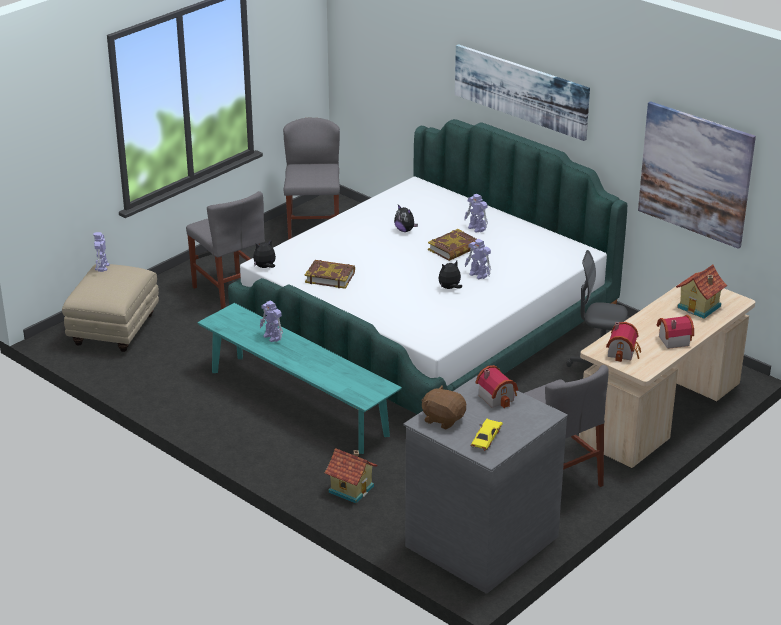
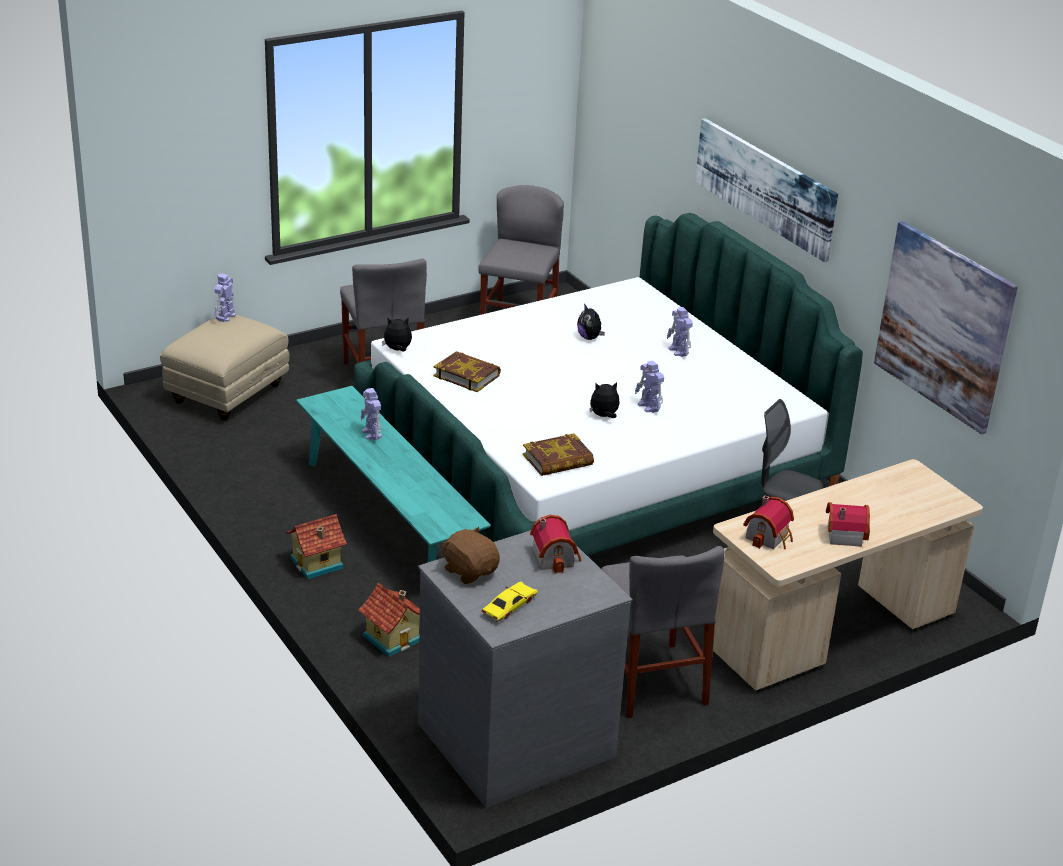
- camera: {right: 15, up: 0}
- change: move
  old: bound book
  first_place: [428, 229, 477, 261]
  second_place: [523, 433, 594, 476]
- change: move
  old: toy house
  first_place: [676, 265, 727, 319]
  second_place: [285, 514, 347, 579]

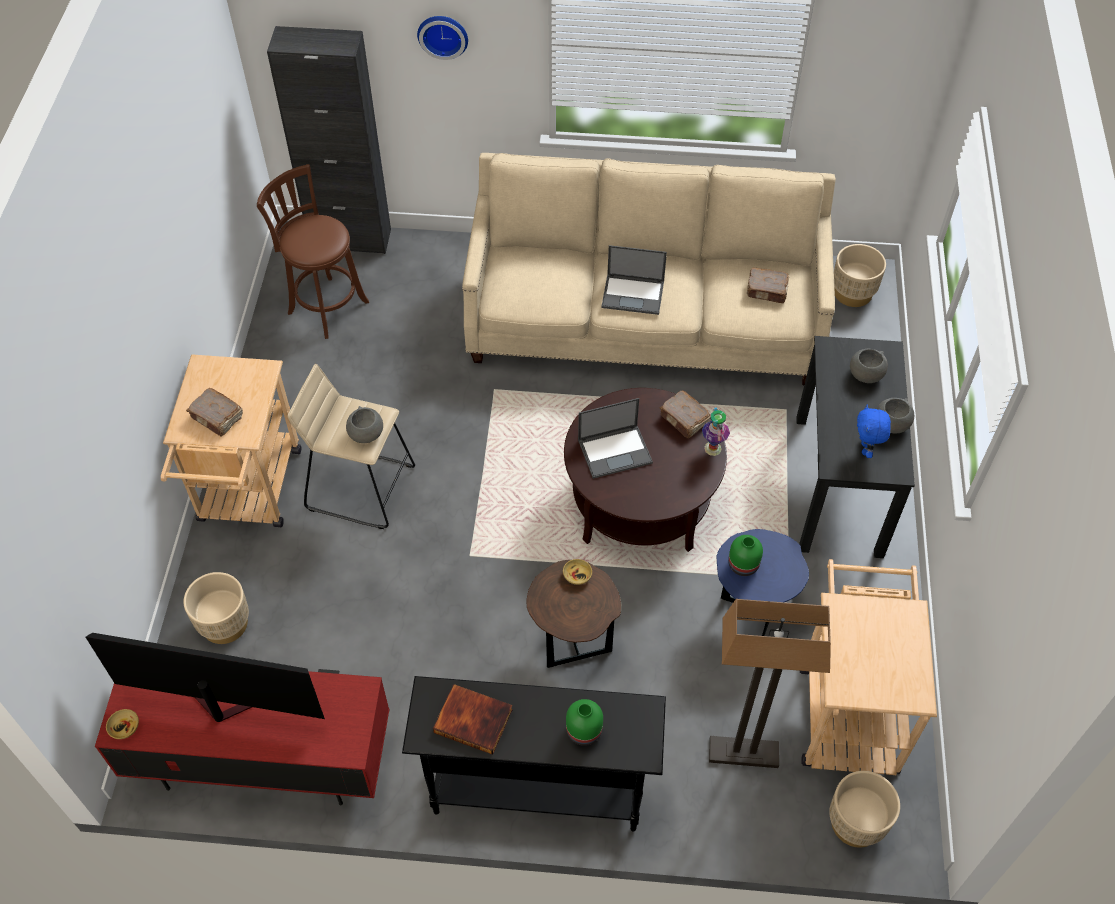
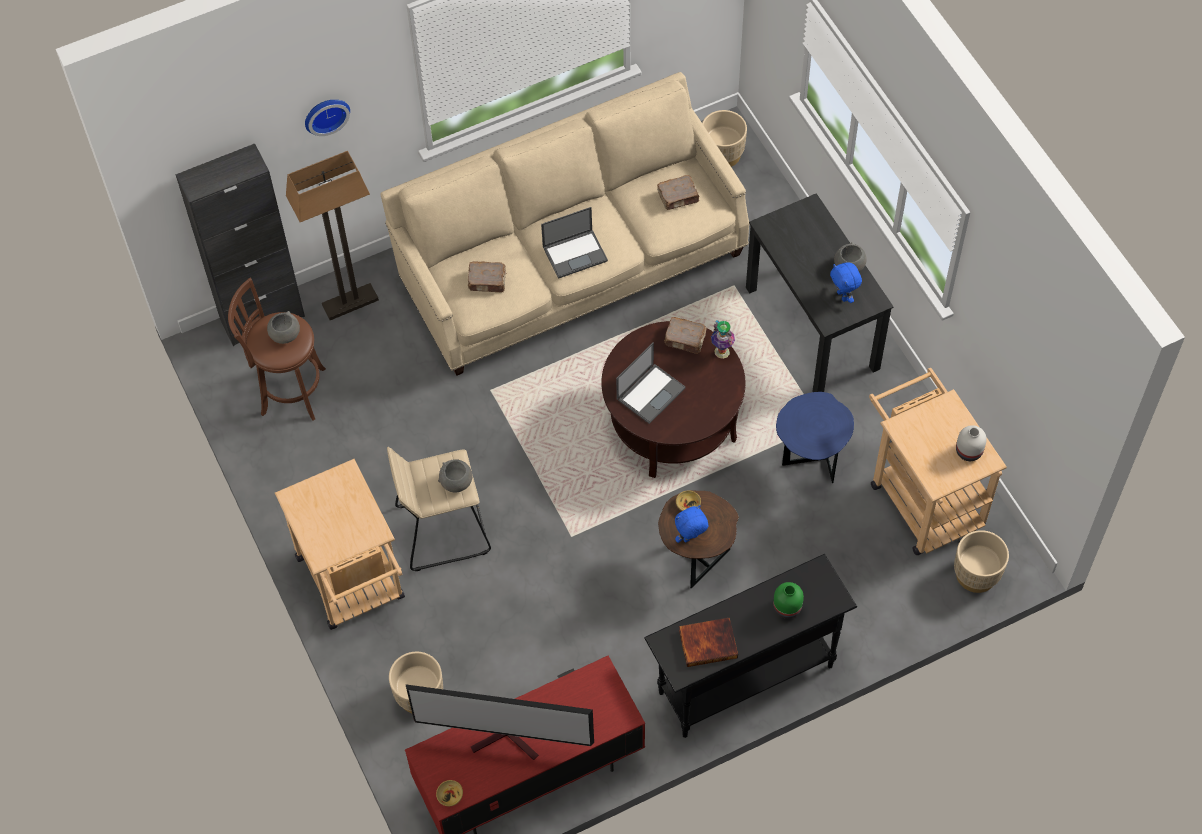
- camera: {right: -30, up: 5}
- change: move
  old: greyish bowl
  first_place: [850, 349, 888, 383]
  second_place: [267, 311, 300, 344]
- change: move
  old: brown-coloured bound book
  first_place: [186, 388, 243, 437]
  second_place: [468, 261, 506, 292]
- change: delete
  old: greenish decorative vase
  first_place: [728, 535, 763, 576]
- change: move
  old: floor lamp
  first_place: [709, 599, 831, 768]
  second_place: [286, 151, 379, 320]
- change: rotate
  old: TV
  first_place: [86, 633, 325, 722]
  second_place: [405, 684, 594, 760]
  degrees: -150
- change: insert
  new: white-coloured decorative vase
  second_place: [956, 425, 987, 461]
- change: insert
  new: blue-coloured cuddly toy
  second_place: [675, 505, 708, 543]

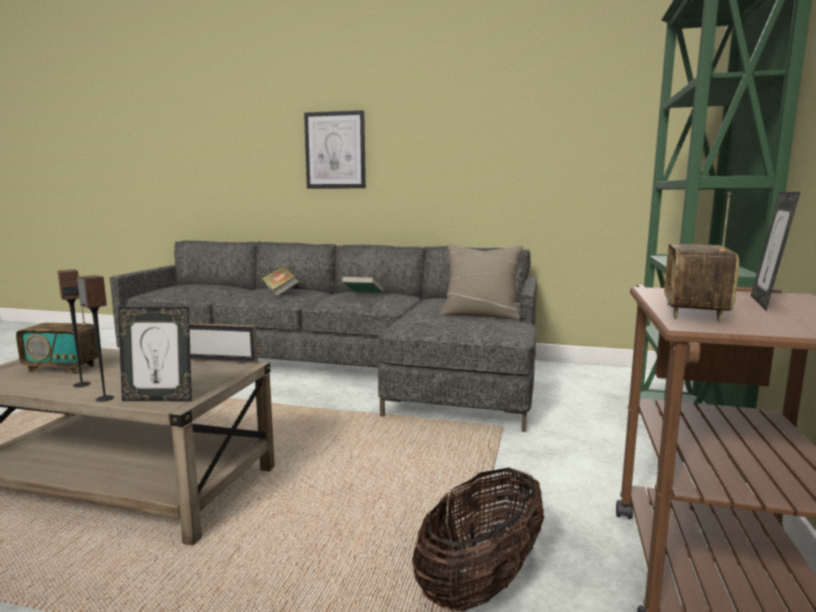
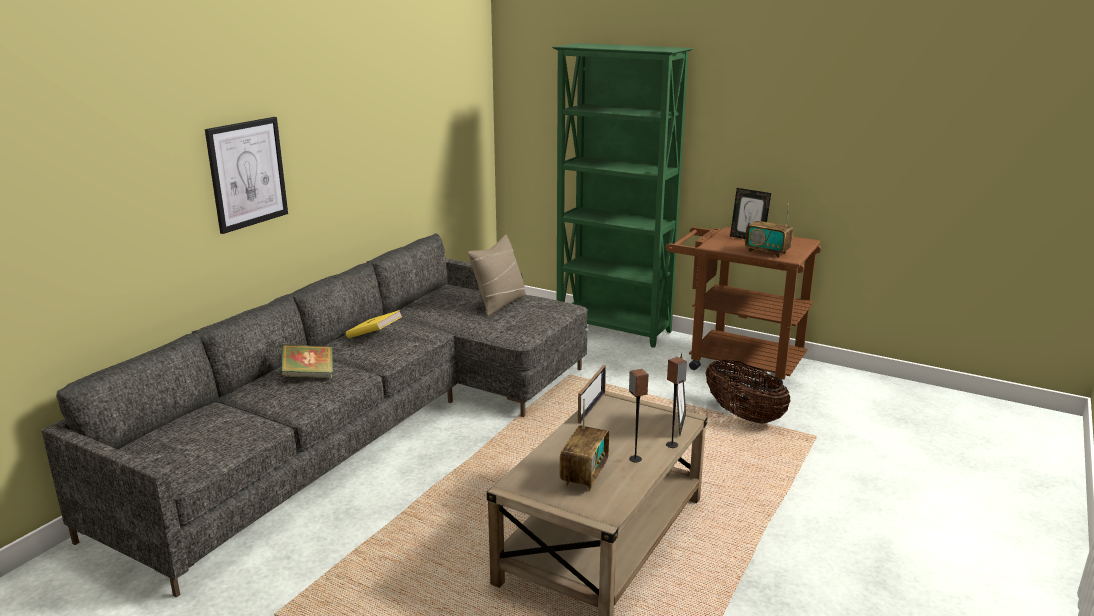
- camera: {right: -75, up: 10}
- change: recolor
  old: greenish bound book
  new: yellow bound book
  first_place: [341, 276, 384, 293]
  second_place: [346, 310, 403, 338]

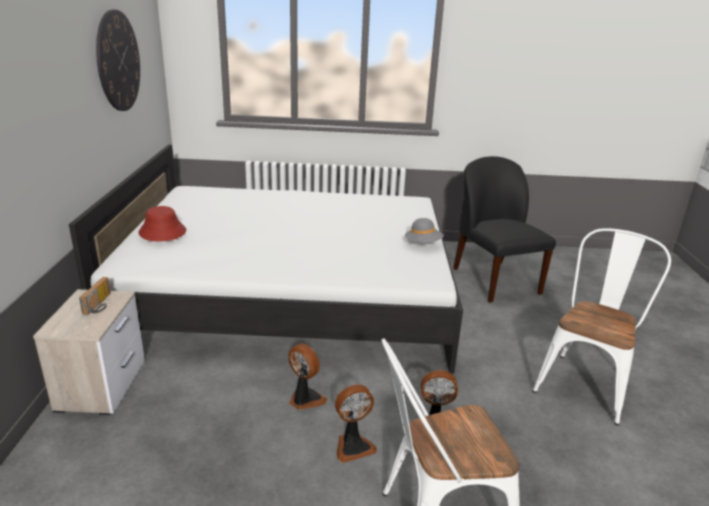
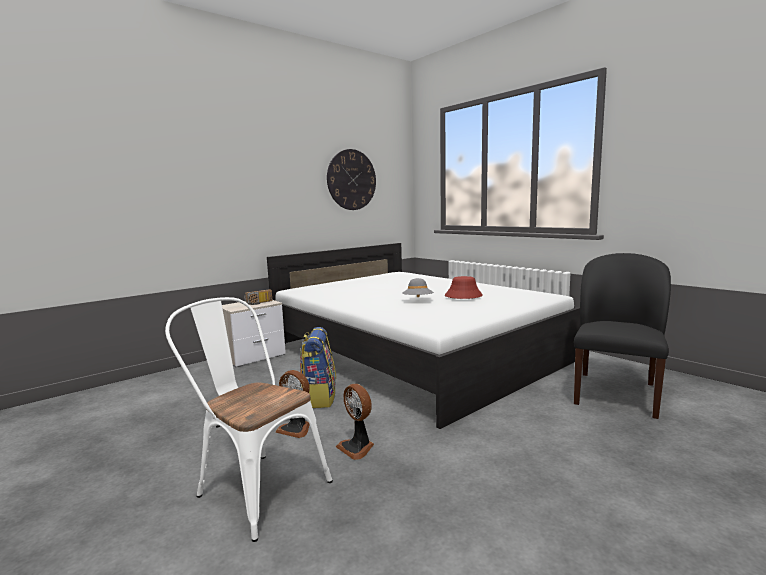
- camera: {right: 50, up: -15}
- change: move
  old: red-coloured clothing hat
  first_place: [139, 206, 186, 242]
  second_place: [445, 276, 483, 299]
- change: move
  old: greyish clothing hat
  first_place: [405, 218, 444, 243]
  second_place: [402, 278, 434, 297]
- change: delete
  old: white-coloured chair
  first_place: [533, 228, 671, 425]
- change: replace
  old: cooling fan
  new: knapsack
  first_place: [288, 343, 327, 410]
  second_place: [300, 327, 336, 408]

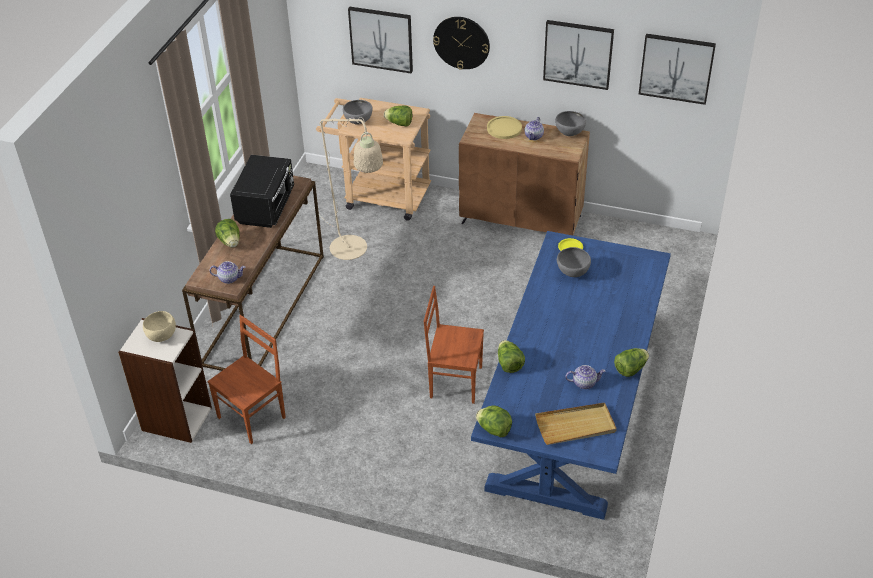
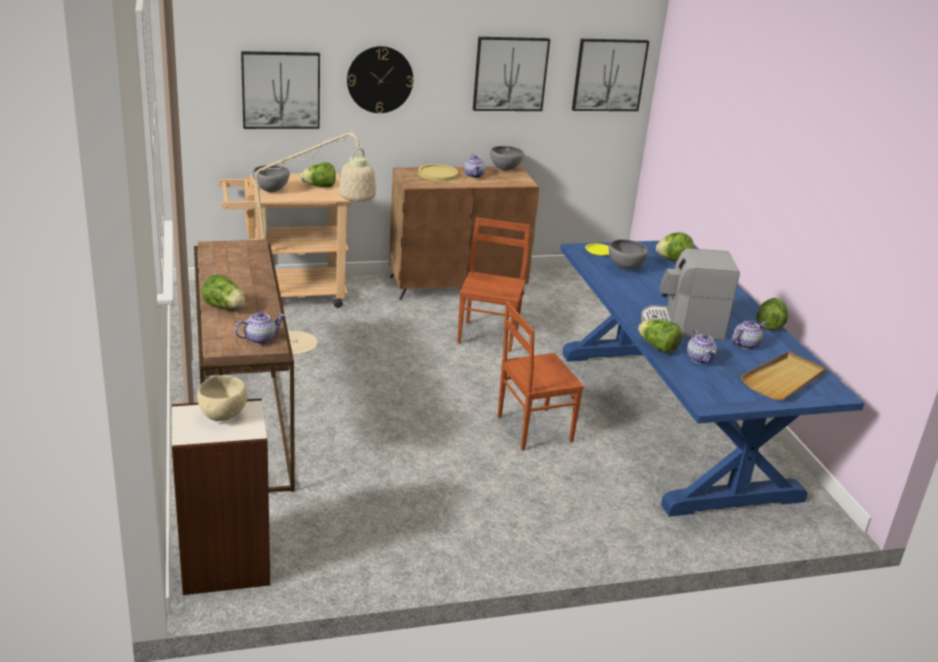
- camera: {right: -35, up: -15}
- change: delete
  old: black kitchen microwave
  first_place: [230, 155, 294, 228]
- change: move
  old: brown-coloured chair
  first_place: [207, 315, 286, 444]
  second_place: [457, 217, 530, 352]
- change: move
  old: head of lettuce
  first_place: [476, 406, 512, 437]
  second_place: [656, 232, 694, 261]
- change: insert
  new: coffee maker
  second_place: [641, 248, 740, 340]
- change: insert
  new: tea pot
  second_place: [687, 330, 717, 364]

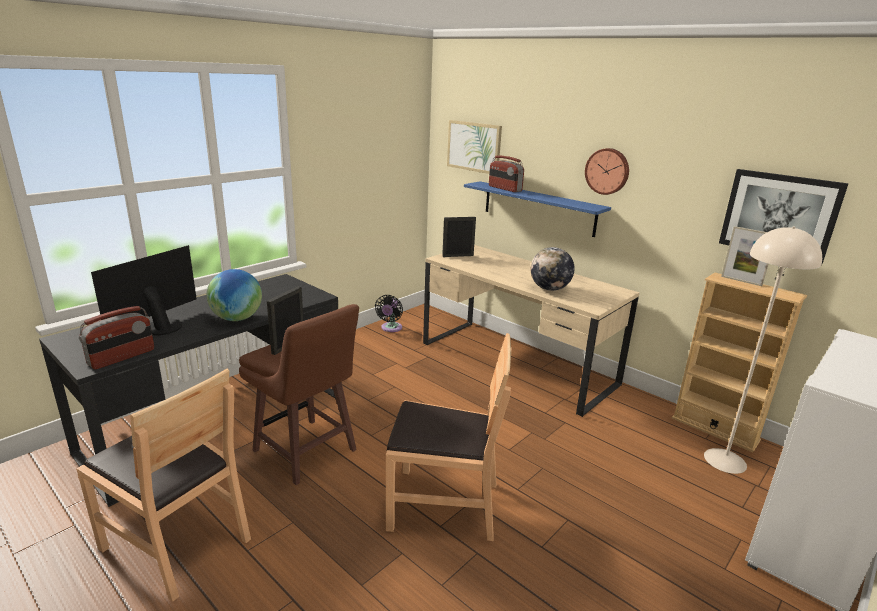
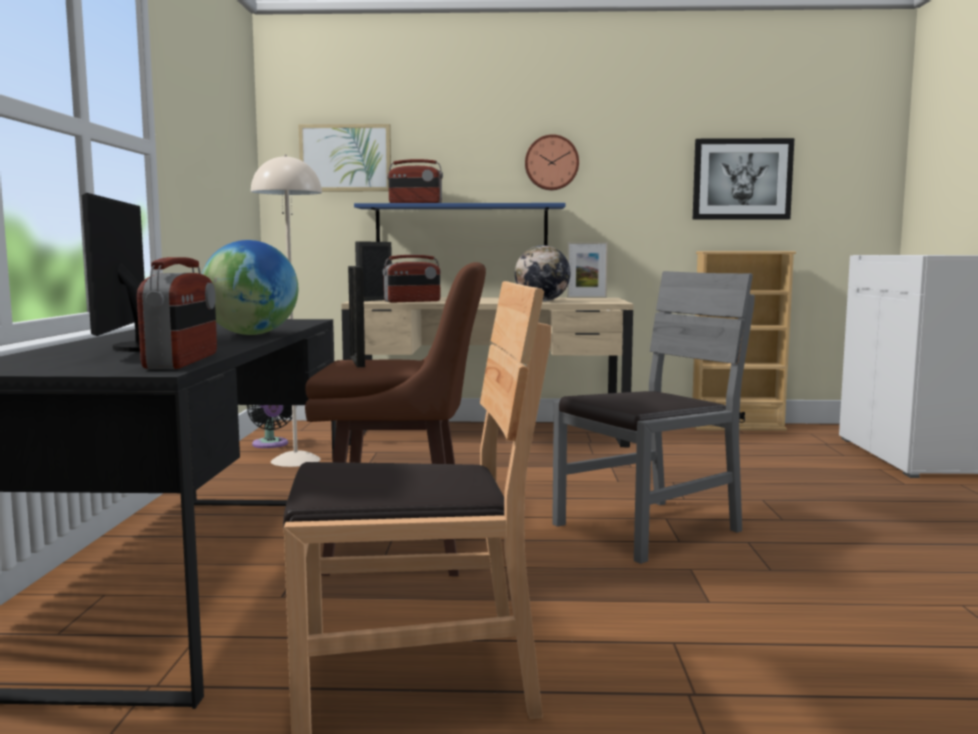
- camera: {right: -40, up: -15}
- change: move
  old: beige-coloured floor lamp
  first_place: [704, 226, 822, 474]
  second_place: [251, 155, 322, 467]
- change: move
  old: picture frame
  first_place: [721, 226, 768, 286]
  second_place: [567, 242, 608, 298]
- change: recolor
  old: brown-coloured chair
  new: greyish chair
  first_place: [386, 333, 512, 541]
  second_place: [552, 271, 755, 564]
- change: insert
  new: radio set
  second_place: [383, 255, 441, 303]

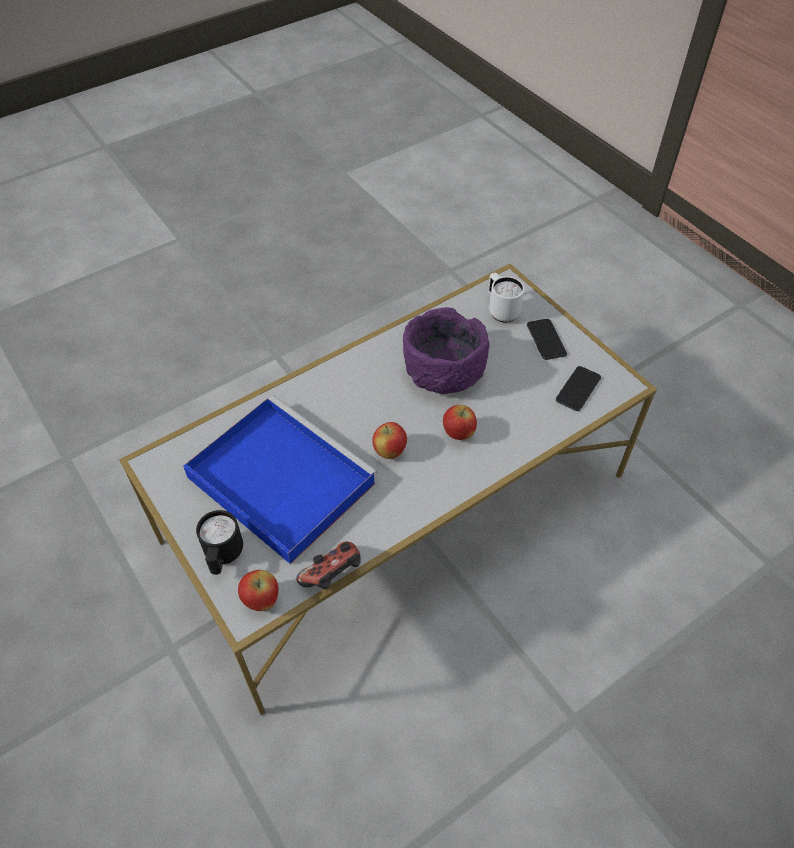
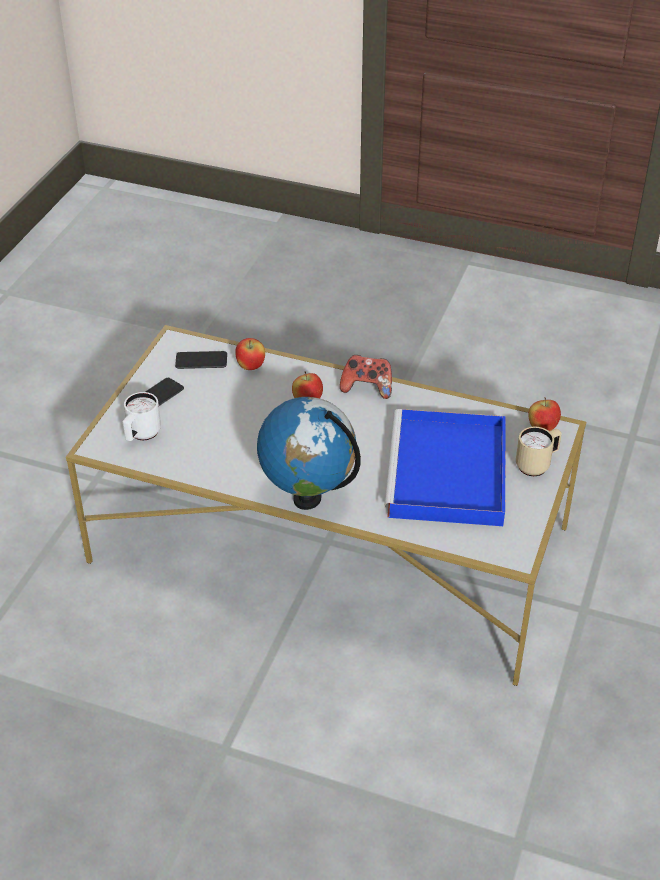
- camera: {right: -125, up: -10}
- change: delete
  old: purplish bowl
  first_place: [403, 307, 490, 394]
- change: move
  old: whole apple
  first_place: [372, 422, 407, 459]
  second_place: [235, 338, 265, 370]
- change: recolor
  old: black tea mug
  new: beige-coloured tea mug
  first_place: [196, 510, 243, 575]
  second_place: [516, 427, 562, 476]
- change: move
  old: game controller
  first_place: [296, 542, 361, 589]
  second_place: [340, 355, 392, 399]
- change: insert
  new: world globe
  second_place: [257, 397, 361, 510]

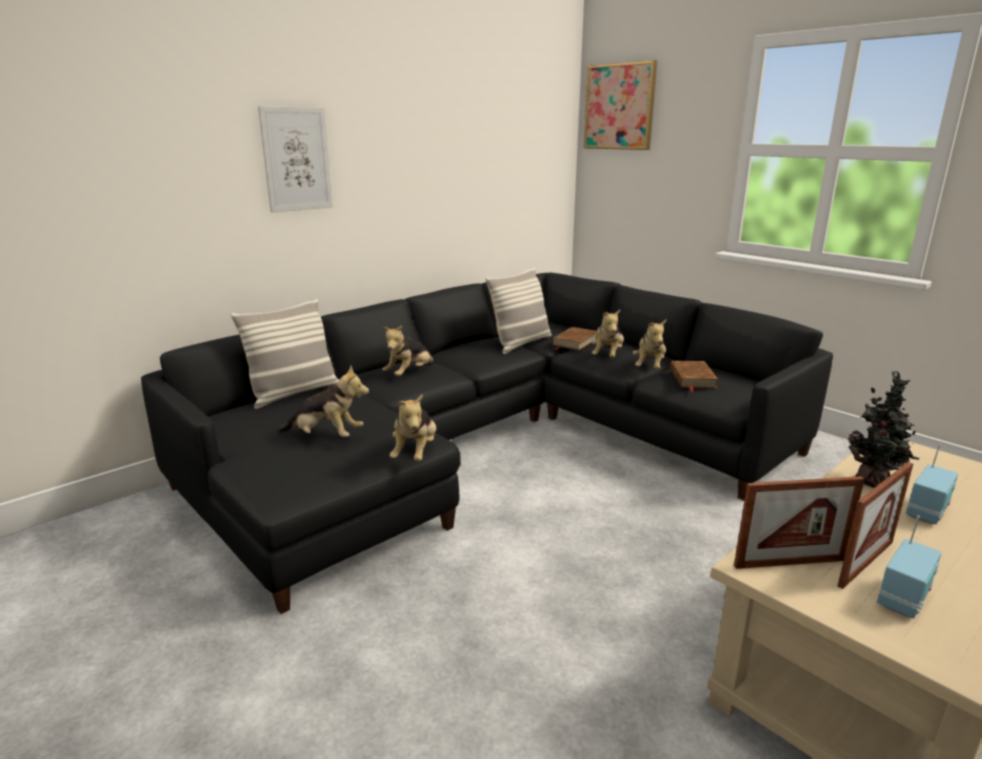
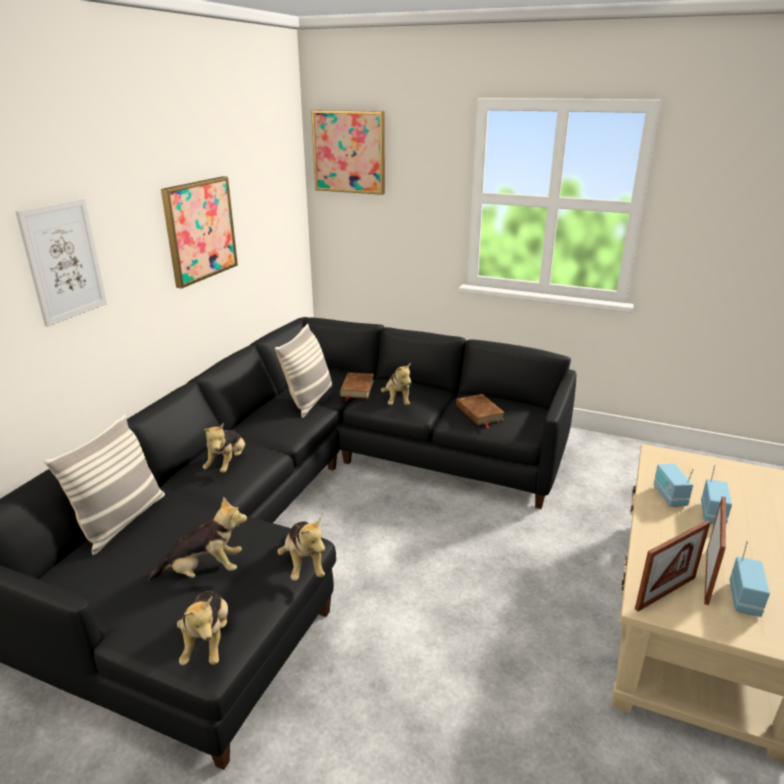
- camera: {right: -25, up: 5}
- change: move
  old: cuddly toy
  first_place: [633, 320, 666, 369]
  second_place: [177, 591, 228, 665]
- change: replace
  old: potted plant
  new: radio set
  first_place: [848, 370, 919, 488]
  second_place: [653, 464, 694, 507]
- change: insert
  new: wall picture
  second_place: [161, 176, 238, 288]

